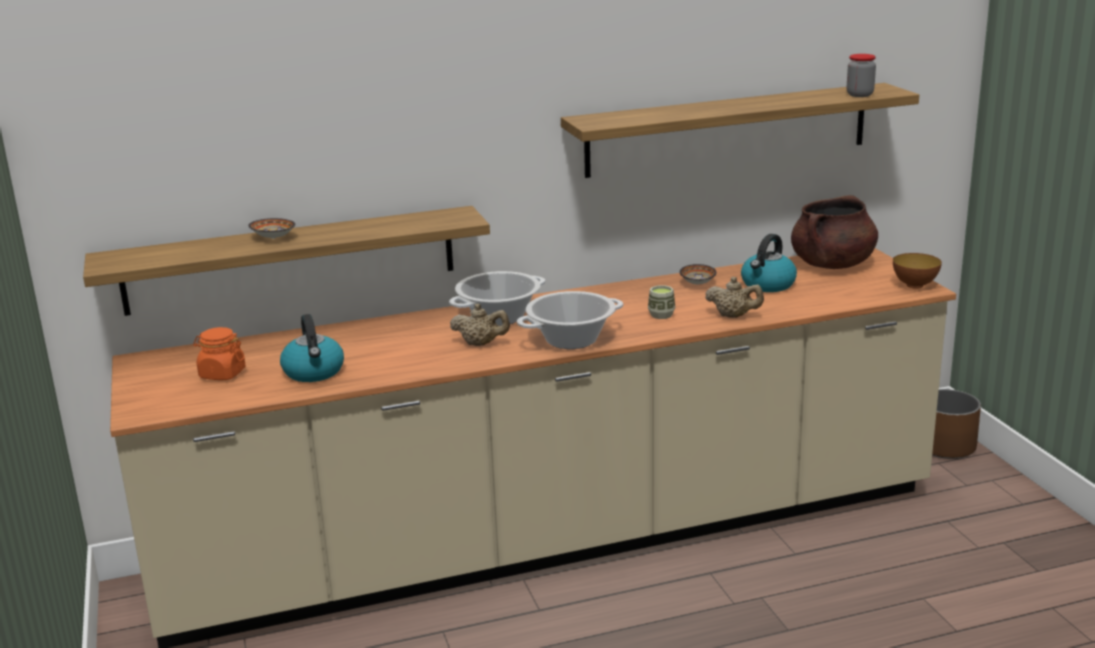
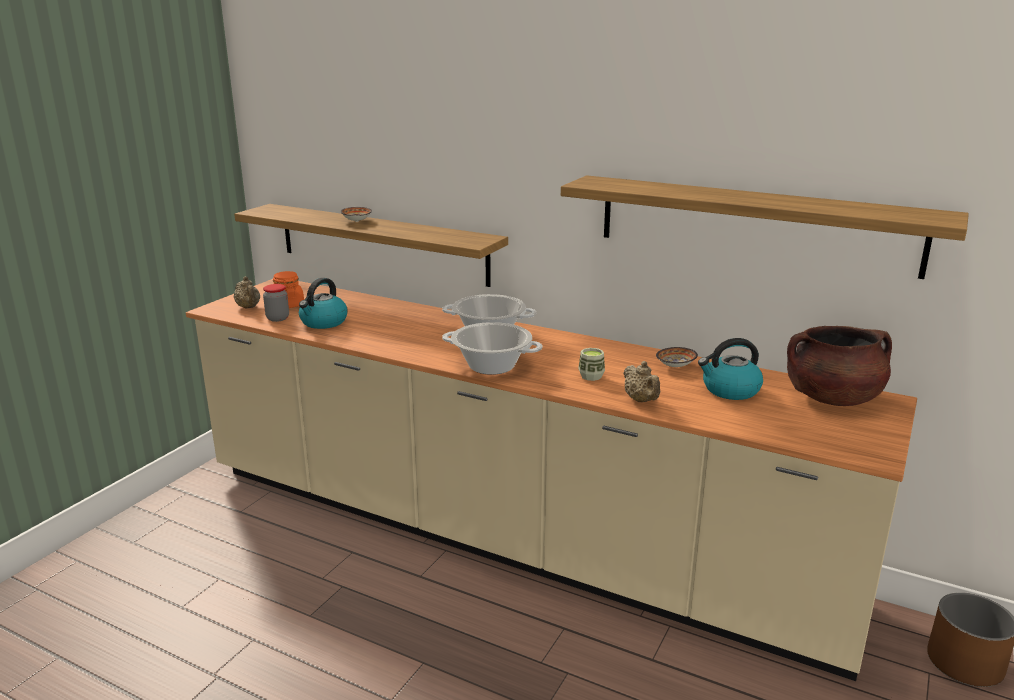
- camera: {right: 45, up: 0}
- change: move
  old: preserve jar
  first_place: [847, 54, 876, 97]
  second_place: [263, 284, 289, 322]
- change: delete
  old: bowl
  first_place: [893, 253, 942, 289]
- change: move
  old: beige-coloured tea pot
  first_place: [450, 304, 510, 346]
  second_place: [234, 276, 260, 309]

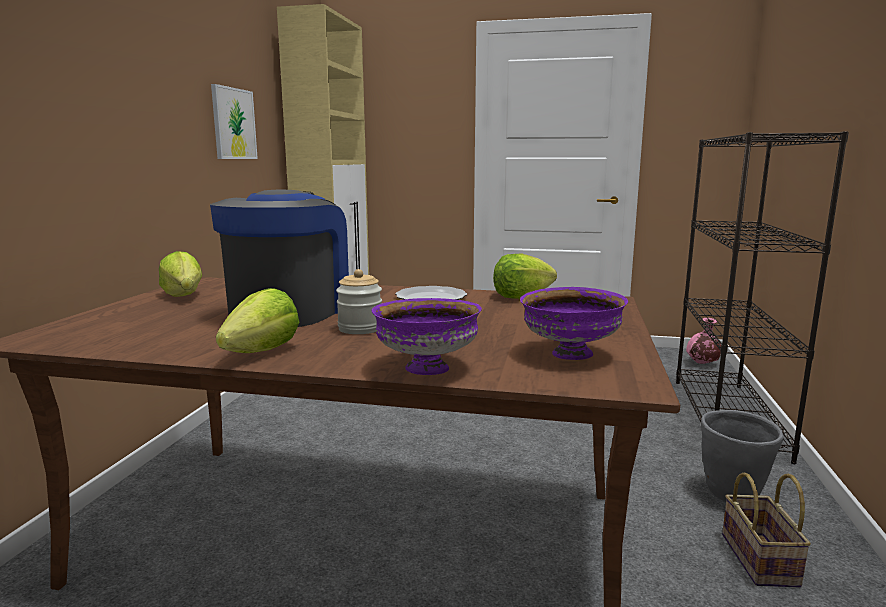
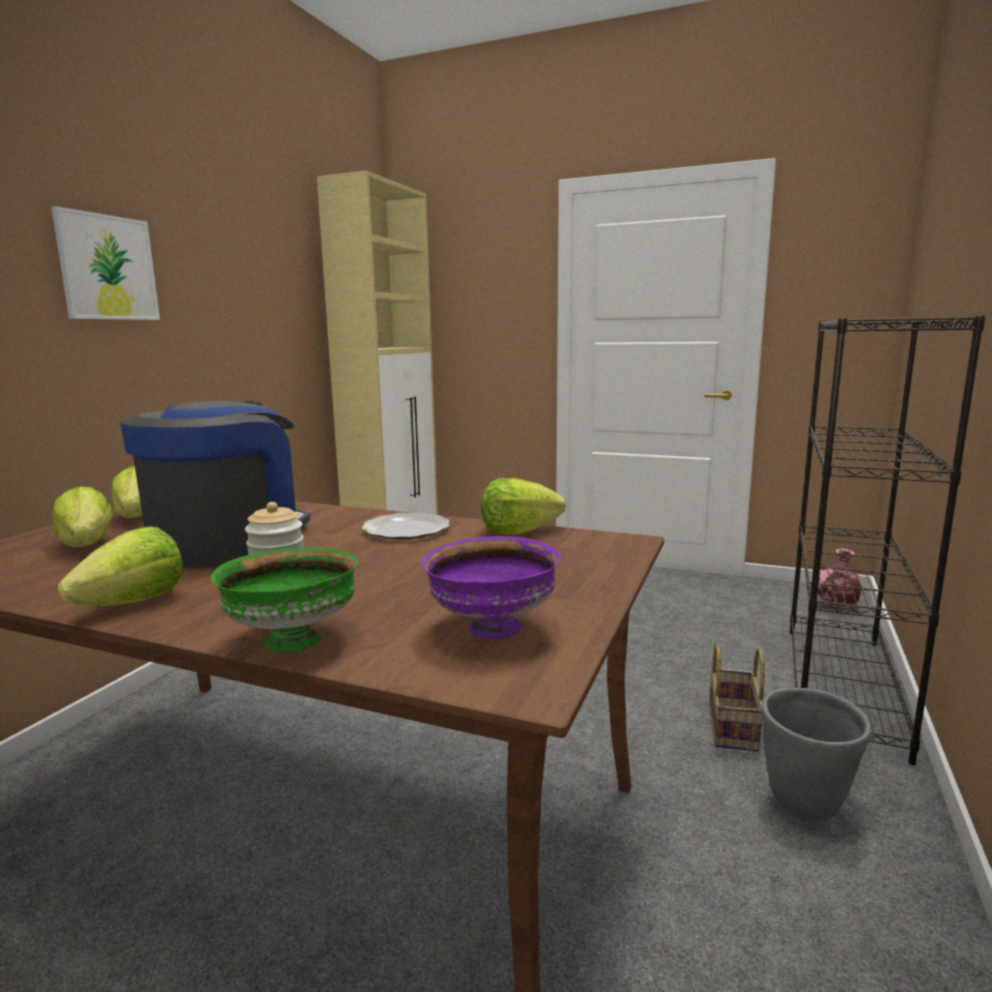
- camera: {right: 10, up: 0}
- change: move
  old: wall picture
  first_place: [211, 84, 258, 159]
  second_place: [51, 206, 160, 320]
- change: recolor
  old: purplish bowl
  new: greenish bowl
  first_place: [372, 298, 482, 375]
  second_place: [211, 547, 358, 652]
- change: move
  old: storage basket
  first_place: [722, 472, 811, 587]
  second_place: [709, 644, 765, 752]
- change: insert
  new: head of lettuce
  second_place: [53, 487, 114, 548]

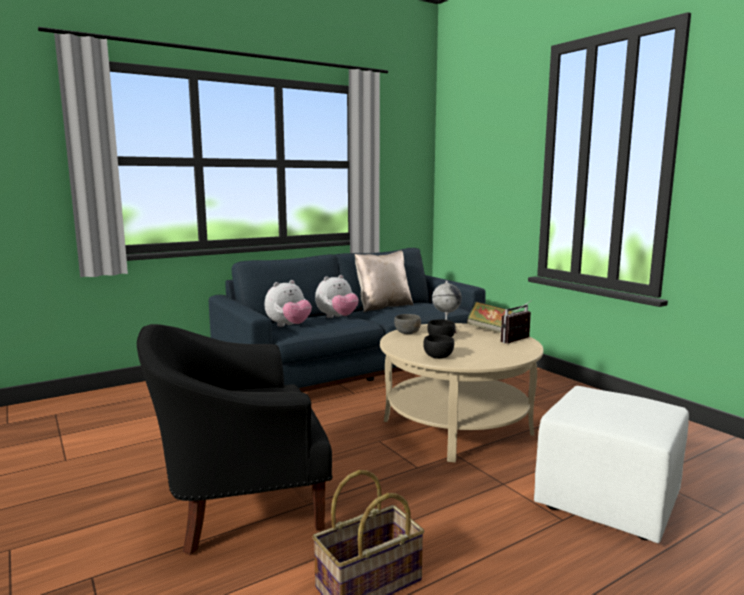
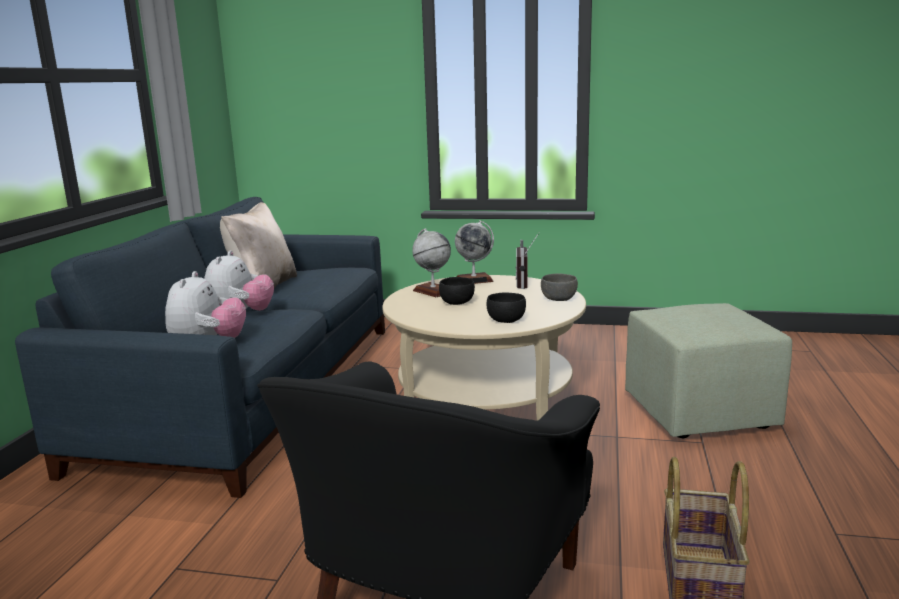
- camera: {right: -45, up: 5}
- change: replace
  old: bound book
  new: world globe
  first_place: [467, 301, 514, 333]
  second_place: [455, 220, 494, 284]
- change: move
  old: greyish bowl
  first_place: [394, 314, 421, 334]
  second_place: [541, 274, 578, 301]
- change: recolor
  old: white-coloured pouffe
  new: greenish pouffe
  first_place: [534, 386, 689, 543]
  second_place: [625, 303, 792, 438]

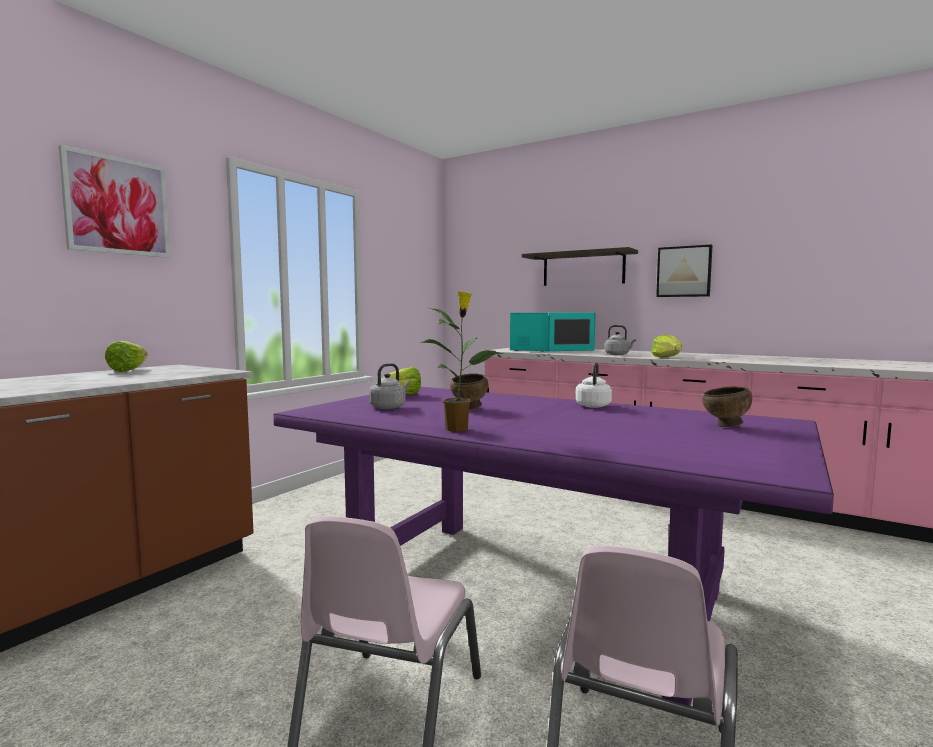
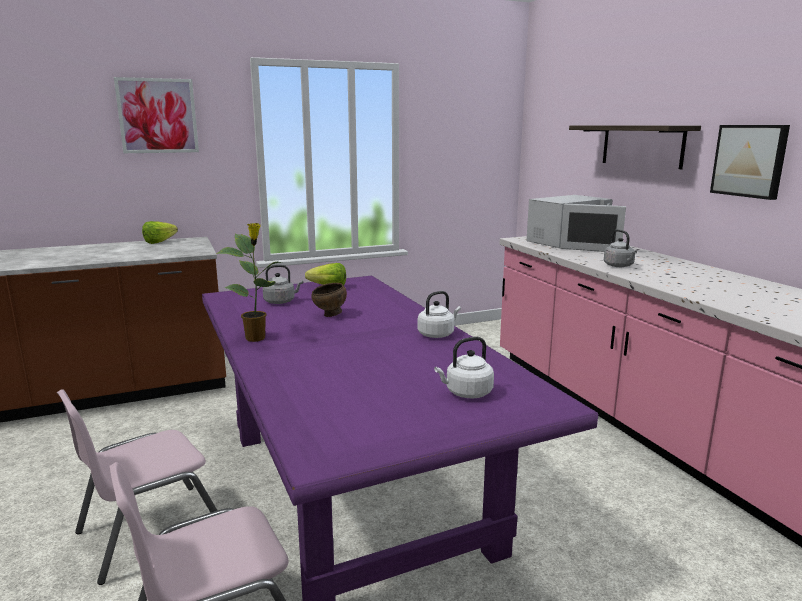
- camera: {right: 35, up: 10}
- change: recolor
  old: turquoise kitchen microwave
  new: white-coloured kitchen microwave
  first_place: [510, 312, 595, 352]
  second_place: [526, 195, 626, 252]
- change: delete
  old: head of lettuce
  first_place: [651, 335, 682, 358]
- change: replace
  old: brown-coloured bowl
  new: white-coloured water kettle
  first_place: [702, 386, 752, 427]
  second_place: [434, 337, 494, 398]

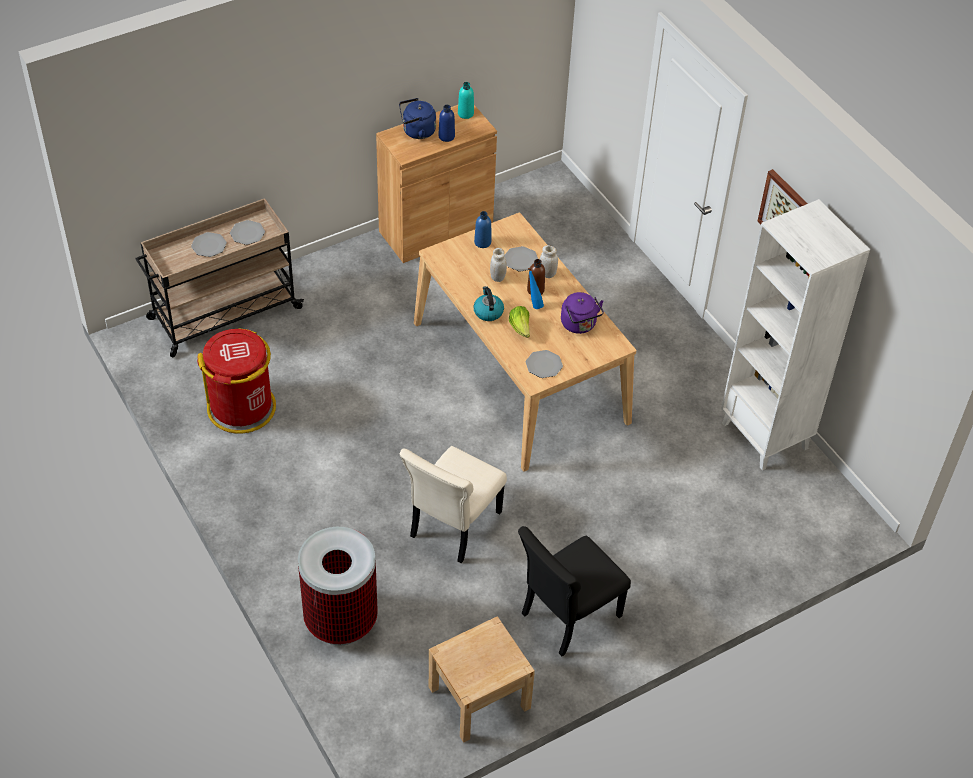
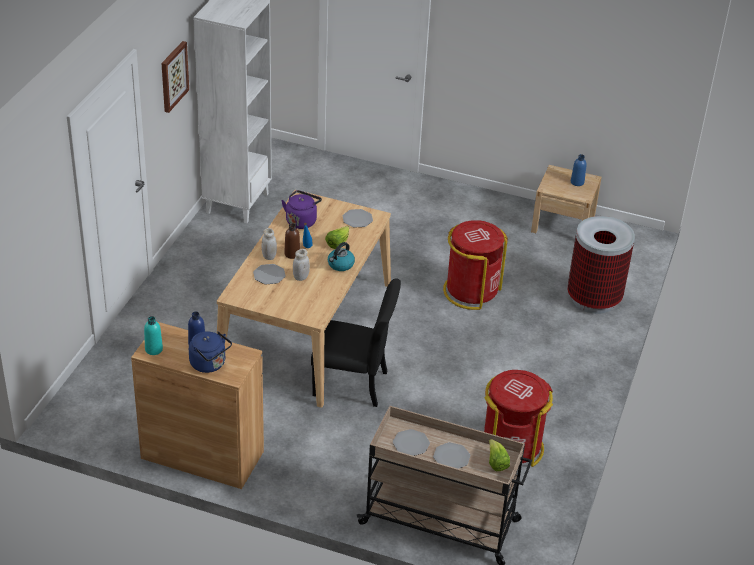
- camera: {right: -130, up: -10}
- change: move
  old: blue-coloured drink bottle
  first_place: [474, 211, 491, 248]
  second_place: [571, 154, 587, 186]
- change: replace
  old: beige-coloured chair
  new: red-coloured trash can
  first_place: [400, 446, 507, 563]
  second_place: [443, 220, 508, 310]
- change: move
  old: black chair
  first_place: [518, 526, 631, 657]
  second_place: [311, 278, 401, 407]
- change: insert
  new: head of lettuce
  second_place: [489, 439, 510, 471]

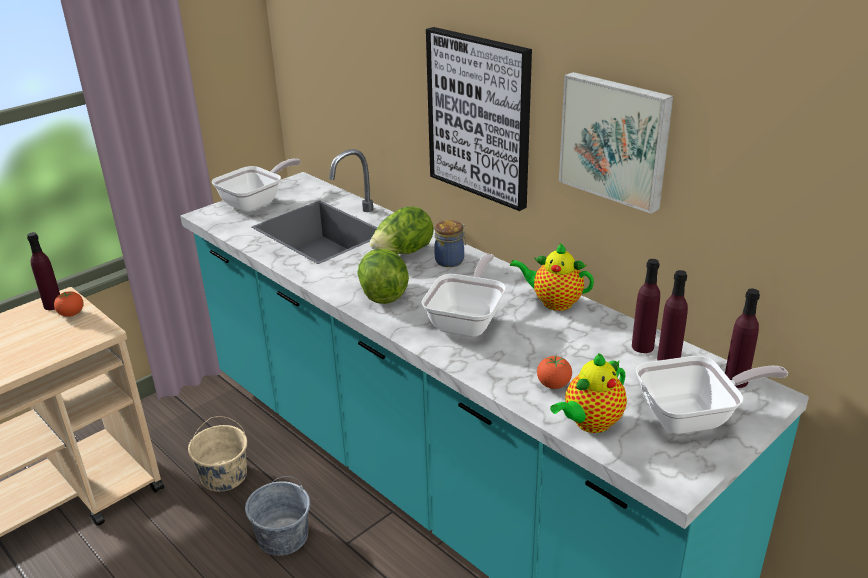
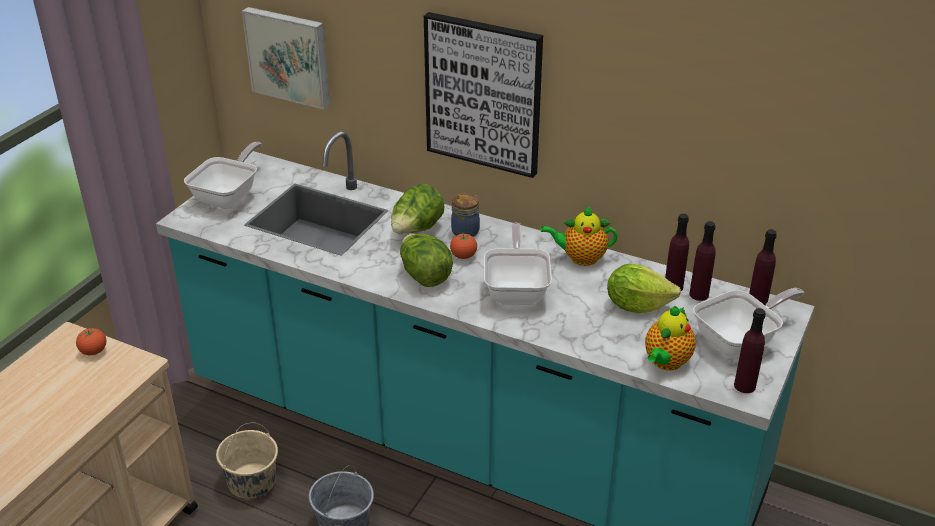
- camera: {right: -20, up: 5}
- change: move
  old: wall picture
  first_place: [559, 72, 673, 214]
  second_place: [242, 7, 330, 110]
- change: move
  old: purplish drink bottle
  first_place: [27, 232, 60, 310]
  second_place: [734, 308, 766, 393]
- change: move
  old: tomato
  first_place: [537, 356, 572, 389]
  second_place: [450, 233, 477, 259]
- change: insert
  new: head of lettuce
  second_place: [607, 264, 681, 313]

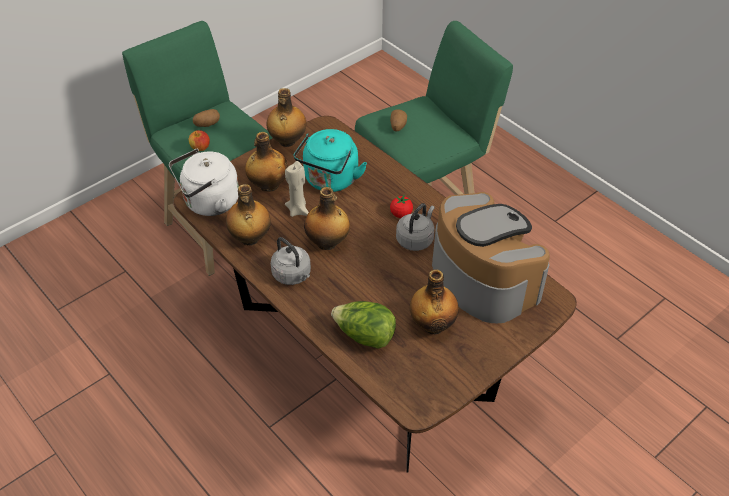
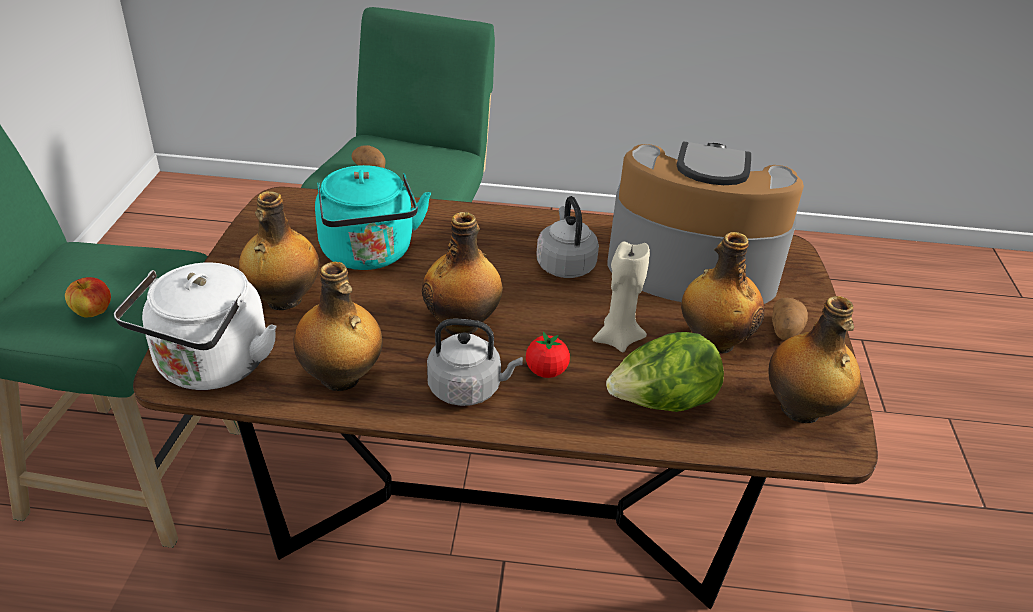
- camera: {right: -45, up: -10}
- change: move
  old: drink bottle
  first_place: [266, 88, 306, 147]
  second_place: [768, 296, 861, 423]
- change: move
  old: spud
  first_place: [193, 109, 220, 127]
  second_place: [772, 298, 808, 340]
- change: move
  old: beige-coloured wax light
  first_place: [285, 161, 309, 217]
  second_place: [592, 242, 650, 352]
- change: move
  old: tomato
  first_place: [390, 194, 413, 218]
  second_place: [526, 332, 570, 378]

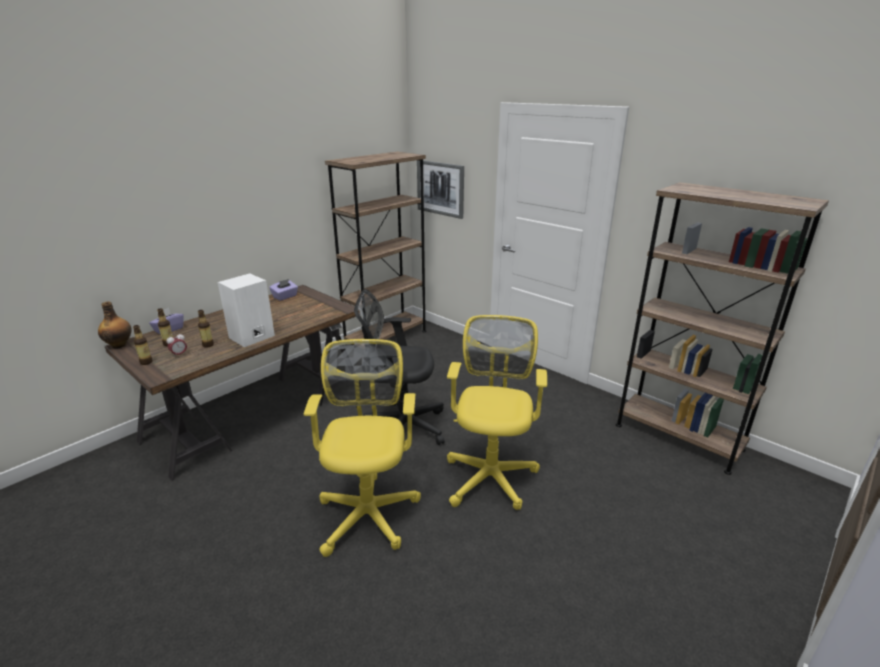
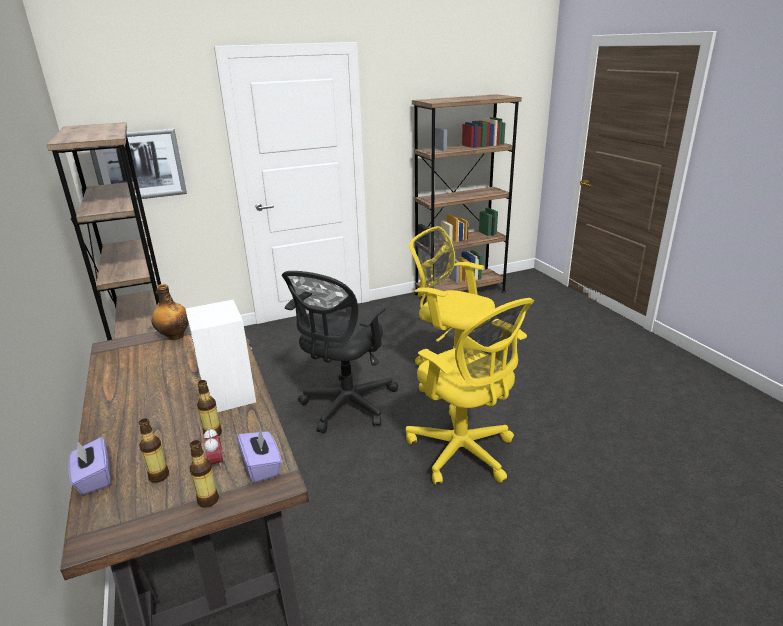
- camera: {right: -65, up: 0}
- change: move
  old: purplish box of tissues
  first_place: [269, 279, 298, 301]
  second_place: [237, 427, 282, 483]
- change: move
  old: drink bottle
  first_place: [98, 301, 131, 349]
  second_place: [151, 284, 189, 340]
- change: rotate
  old: yellow desk chair
  first_place: [304, 339, 421, 557]
  second_place: [406, 298, 534, 485]
  degrees: -150

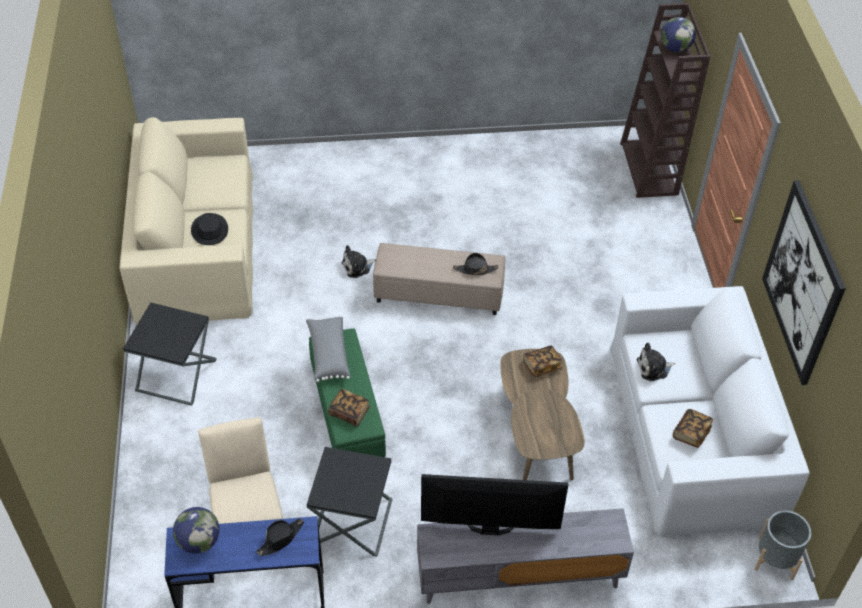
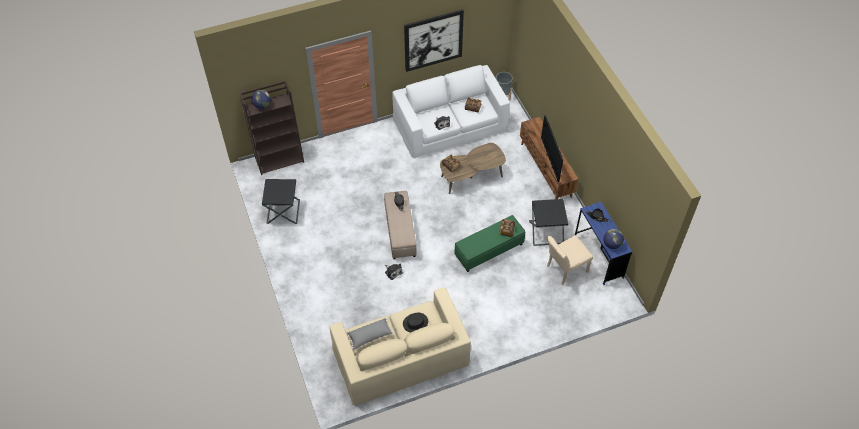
- camera: {right: -105, up: 5}
- change: move
  old: black end table
  first_place: [123, 303, 217, 406]
  second_place: [262, 179, 300, 224]
- change: move
  old: greyish cushion
  first_place: [306, 315, 350, 382]
  second_place: [347, 318, 394, 350]
- change: recolor
  old: greyish tv stand
  new: brown-coloured tv stand
  first_place: [417, 508, 634, 604]
  second_place: [520, 117, 579, 199]

